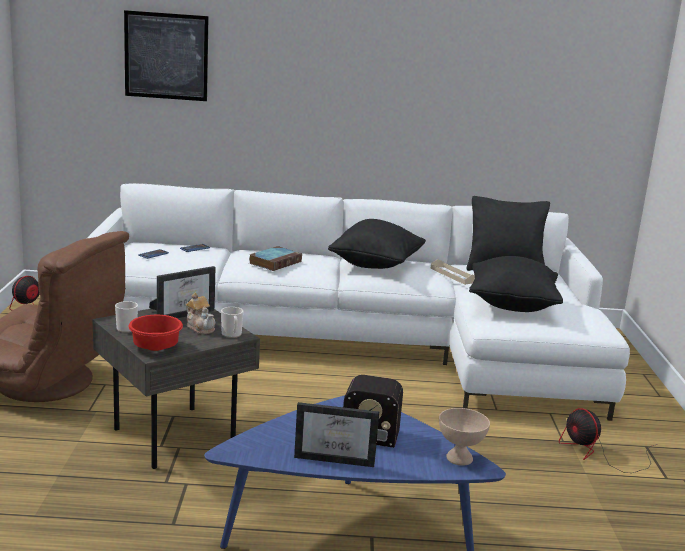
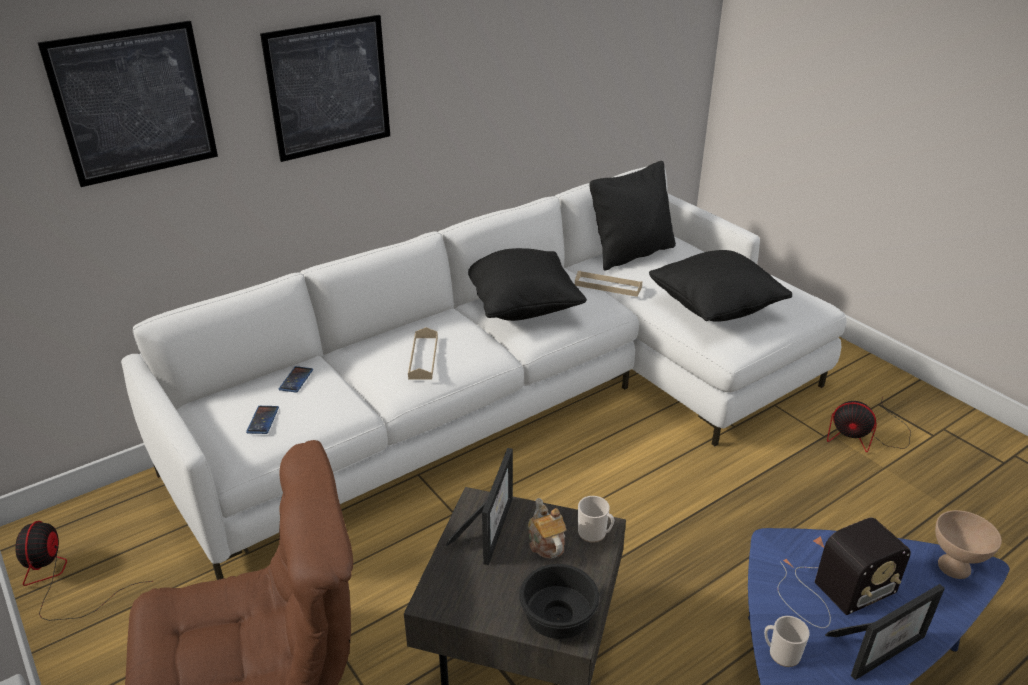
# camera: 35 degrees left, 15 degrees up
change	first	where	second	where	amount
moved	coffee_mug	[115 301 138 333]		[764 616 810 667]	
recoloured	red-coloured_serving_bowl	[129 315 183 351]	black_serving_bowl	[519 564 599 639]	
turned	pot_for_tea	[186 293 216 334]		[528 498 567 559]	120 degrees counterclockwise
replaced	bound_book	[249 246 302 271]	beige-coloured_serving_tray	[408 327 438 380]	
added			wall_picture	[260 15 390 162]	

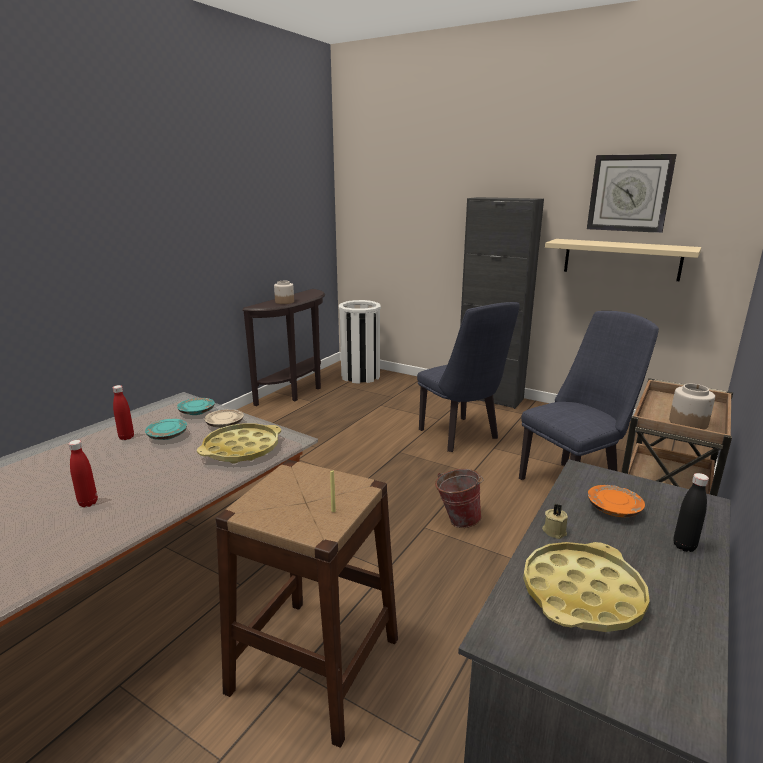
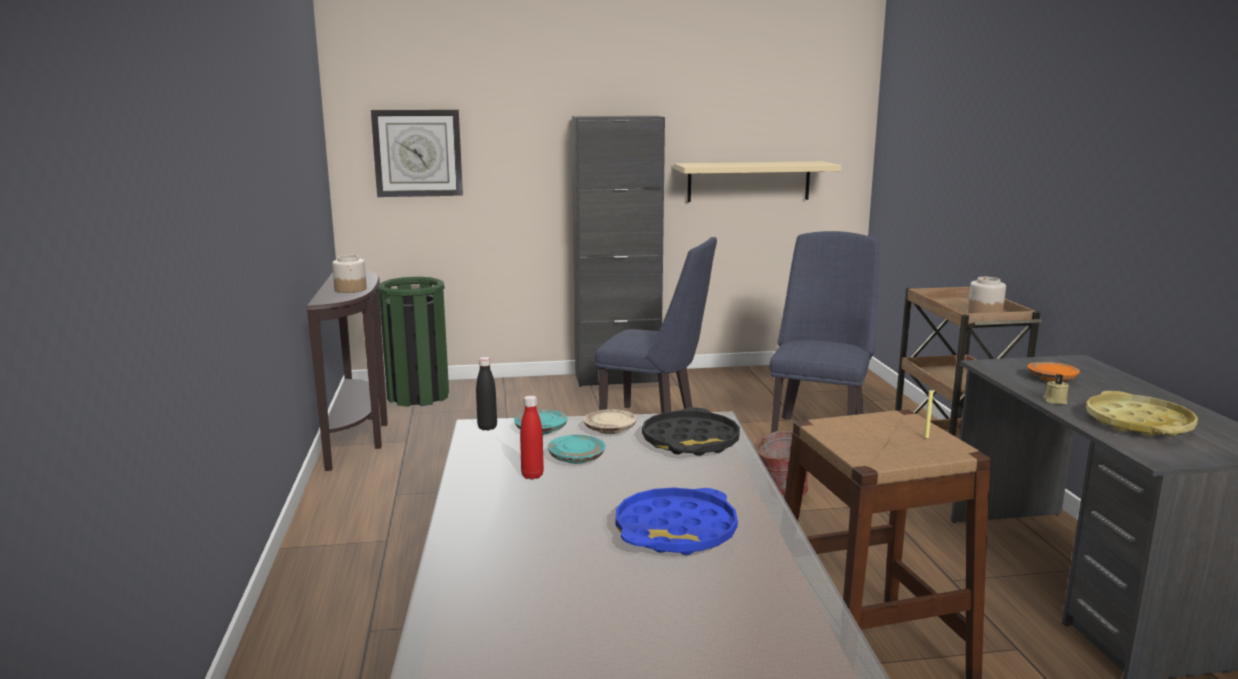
# camera: 40 degrees left, 5 degrees down
change	first	where	second	where	amount
replaced	red-coloured_drink_bottle	[69 440 98 507]	bluish_serving_tray	[616 488 738 555]	
recoloured	yellow_serving_tray	[197 423 281 464]	black_serving_tray	[642 407 740 456]	
recoloured	whitish_rubbish_bin	[339 300 381 384]	green-coloured_rubbish_bin	[379 277 449 407]	
moved	hanging_clock	[587 154 677 233]		[371 110 463 197]	
moved	black_drink_bottle	[674 473 709 552]		[476 357 497 431]	

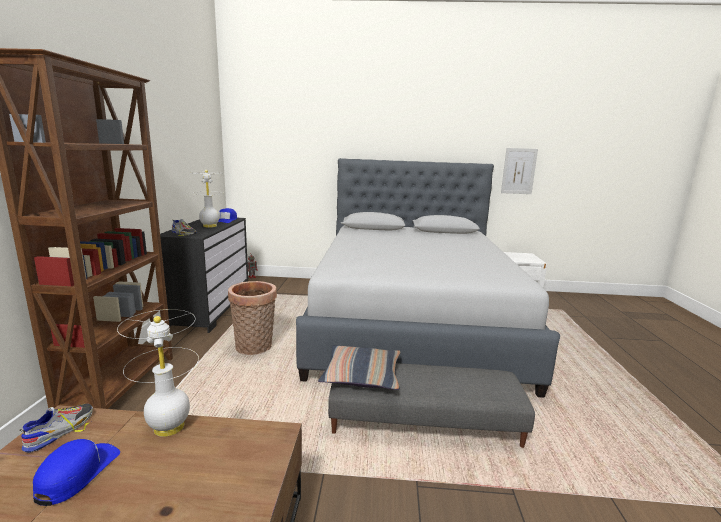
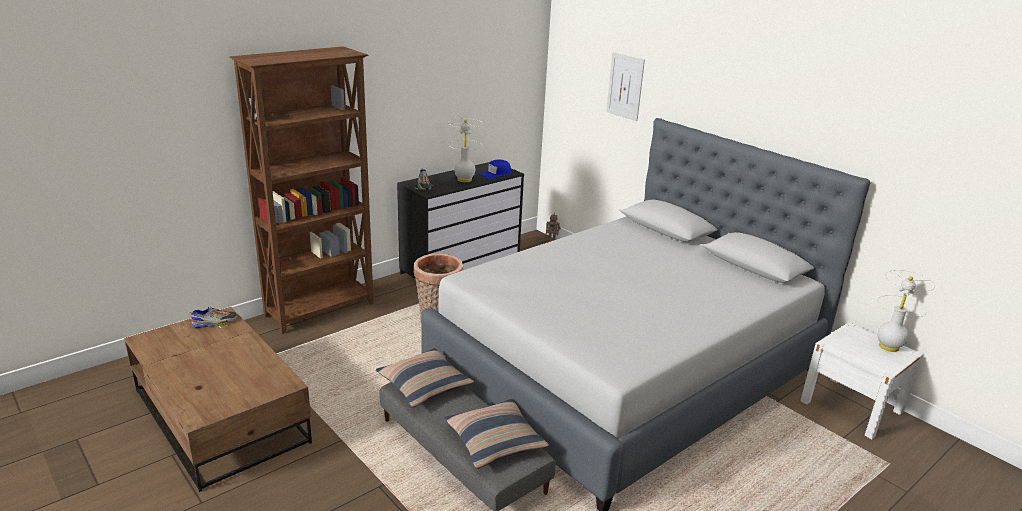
# camera: 45 degrees right, 10 degrees up
change	first	where	second	where	amount
removed	bluish_peaked_cap	[33 439 120 506]			
moved	whitish_table_lamp	[117 309 199 437]		[877 270 935 352]	
moved	wall_picture	[501 148 538 194]		[606 53 645 121]	
added			pillow	[444 399 549 469]	

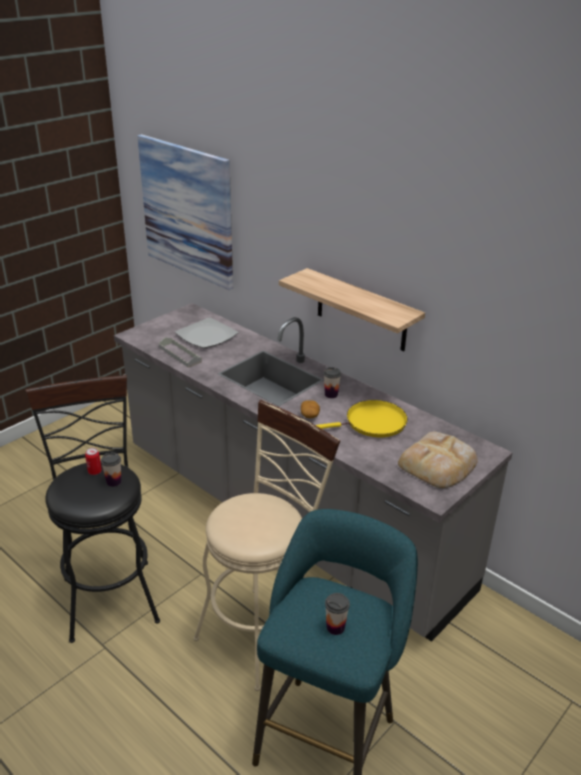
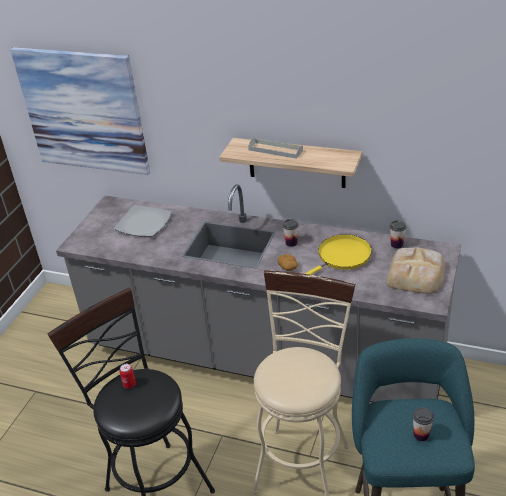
# camera: 20 degrees left, 5 degrees up
change	first	where	second	where	amount
moved	drinking_cup	[101 452 121 487]		[390 220 406 249]	
moved	grey_serving_tray	[159 337 202 368]		[248 138 303 159]	

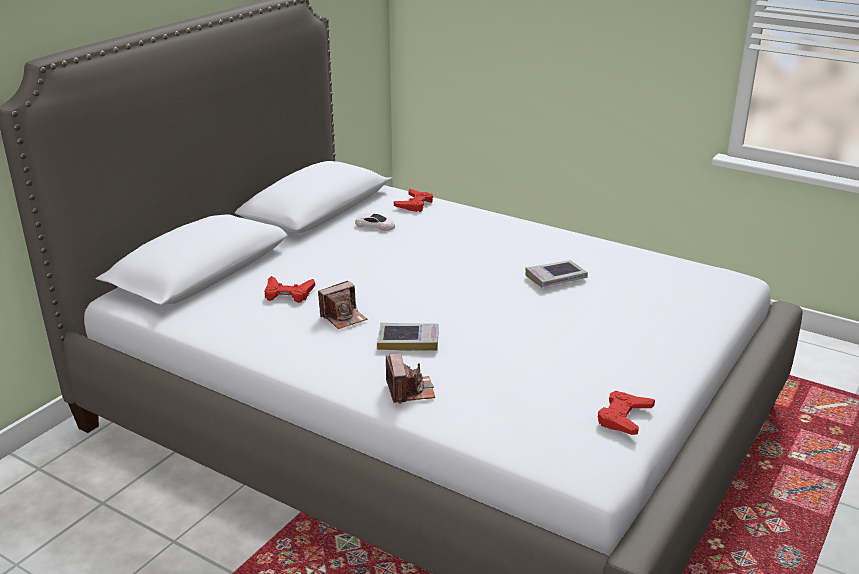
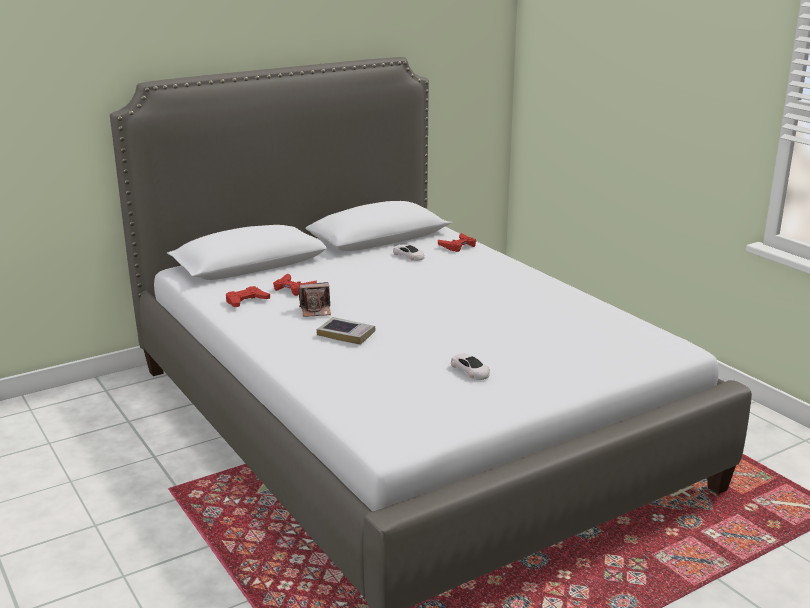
# camera: 25 degrees right, 5 degrees down
change	first	where	second	where	amount
removed	photo_camera	[386 353 435 404]			
removed	bound_book	[526 260 588 287]			
moved	red-coloured_gamepad	[598 391 655 435]		[226 286 270 307]	
added			whitish_miniature_car	[451 353 490 380]	

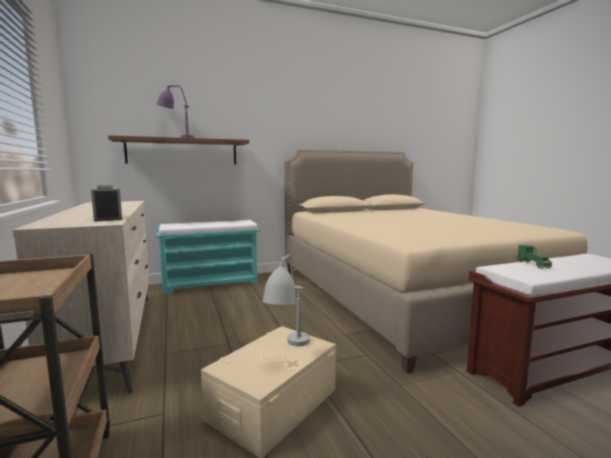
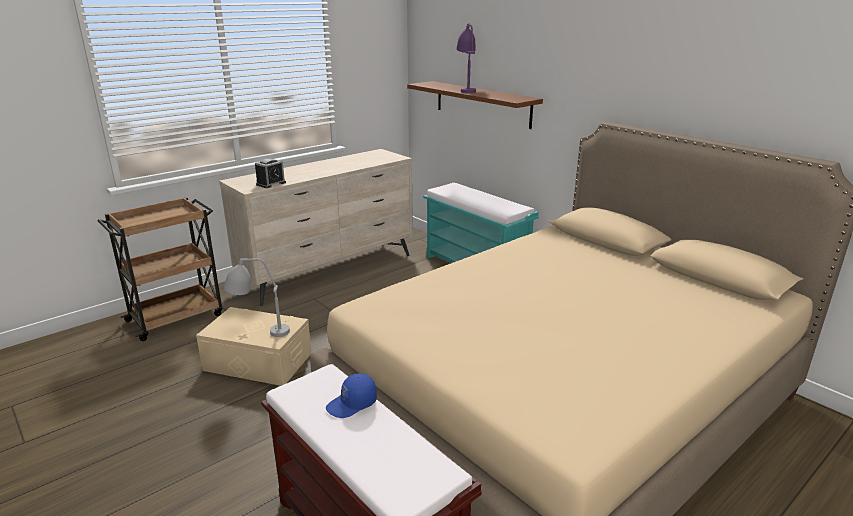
# camera: 70 degrees right, 15 degrees up
change	first	where	second	where	amount
replaced	green-coloured_miniature_car	[517 245 552 269]	bluish_peaked_cap	[326 373 377 418]	

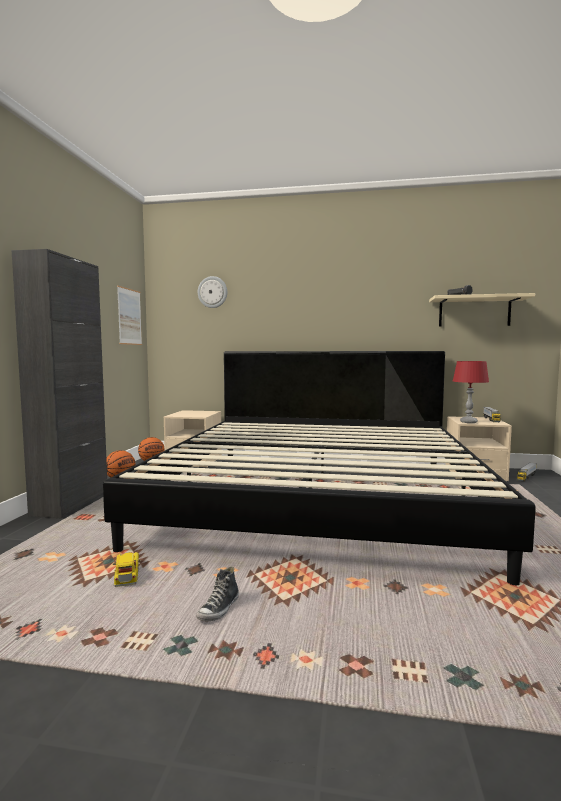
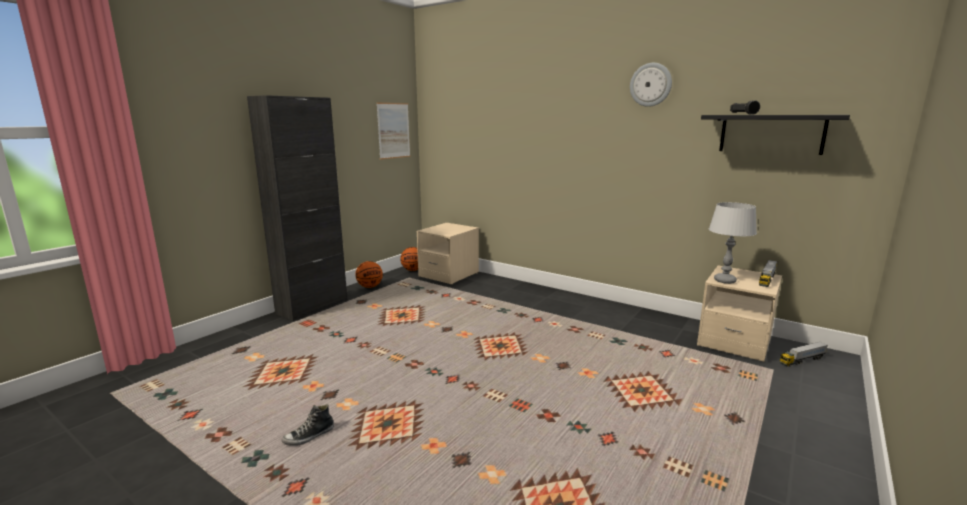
# camera: 25 degrees right, 10 degrees up
change	first	where	second	where	amount
removed	bedroom_bed	[103 351 536 585]			
removed	miniature_car	[113 552 141 587]			
moved	hanging_clock	[198 276 227 308]		[630 63 672 107]	
recoloured	beige-coloured_wall_shelf	[429 293 535 326]	black_wall_shelf	[701 115 850 155]	
recoloured	red-coloured_table_lamp	[453 361 489 423]	grey_table_lamp	[709 202 757 284]	

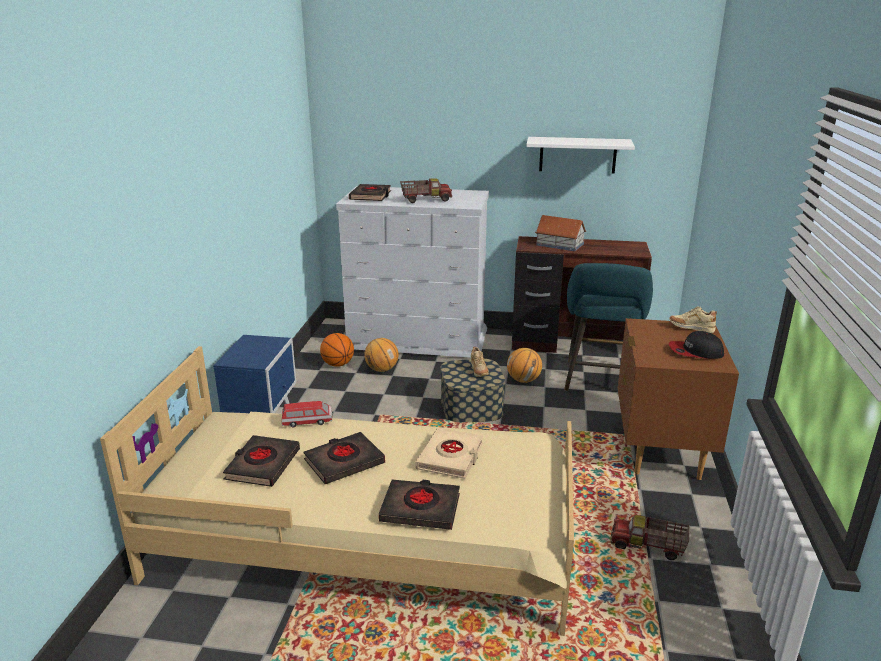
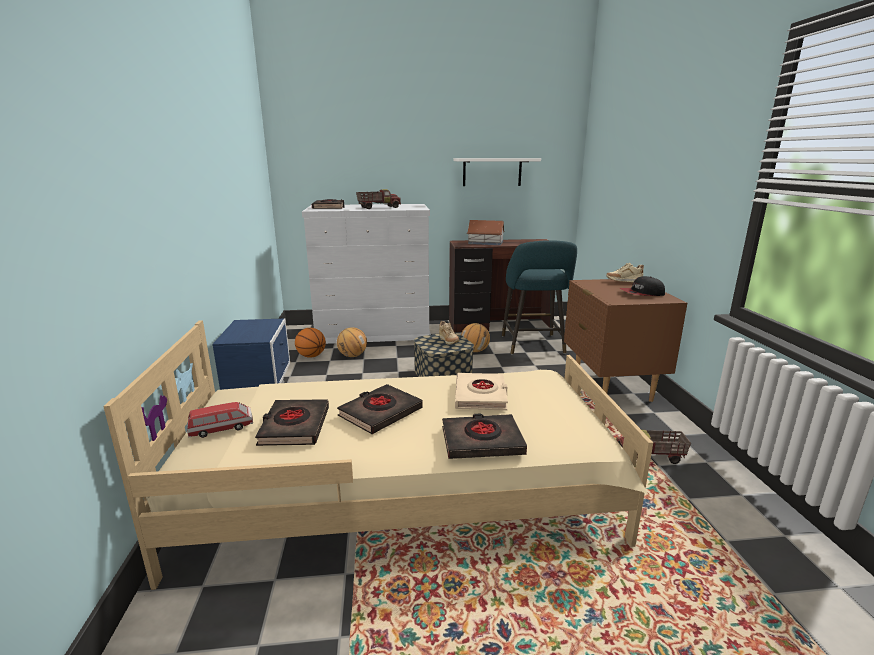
# camera: 15 degrees left, 5 degrees down
change	first	where	second	where	amount
moved	miniature_car	[282 401 332 428]		[187 402 253 438]	

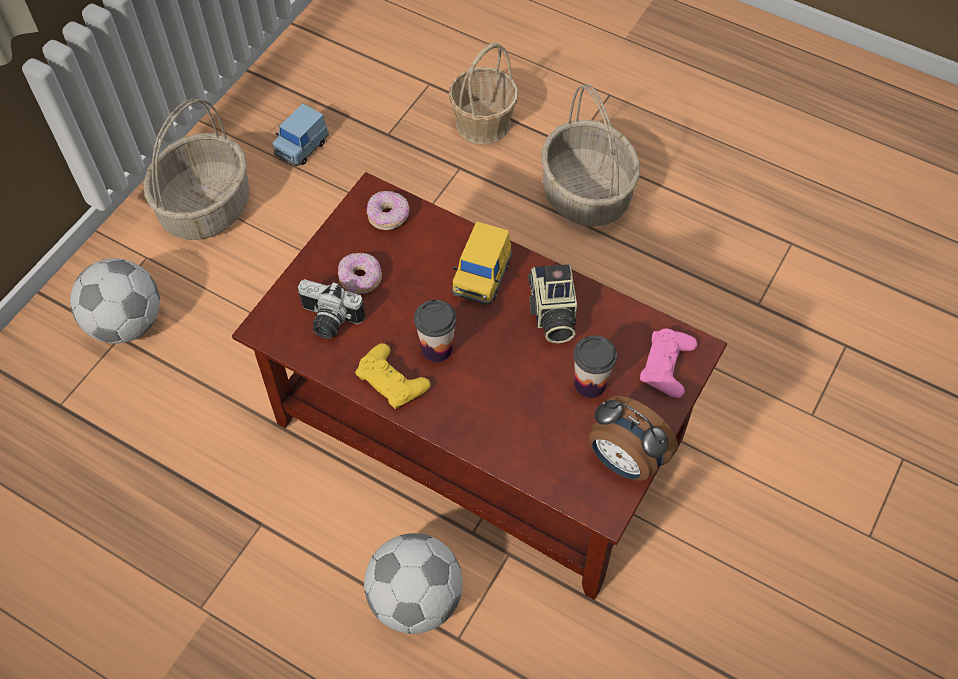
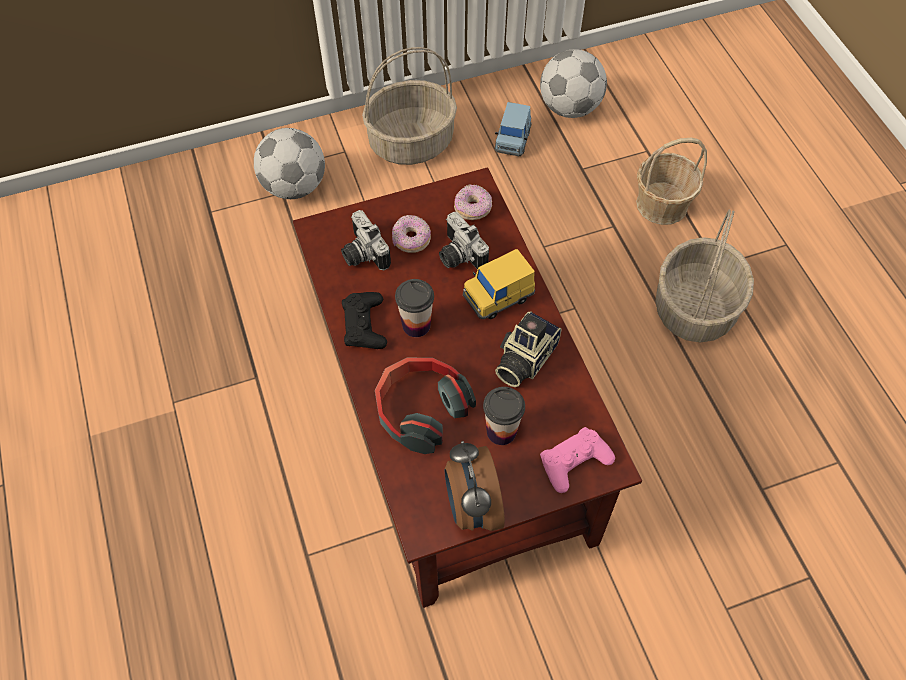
# camera: 40 degrees right, 0 degrees up
change	first	where	second	where	amount
turned	bluish_miniature_car	[273 104 329 166]		[495 102 532 156]	60 degrees counterclockwise
recoloured	yellow_gamepad	[355 343 431 409]	black_gamepad	[342 292 387 349]	
moved	ball_for_football	[364 533 463 634]		[540 49 607 118]	
added			pair_of_headphones	[375 357 476 454]	
added			photo_camera	[439 212 489 270]	

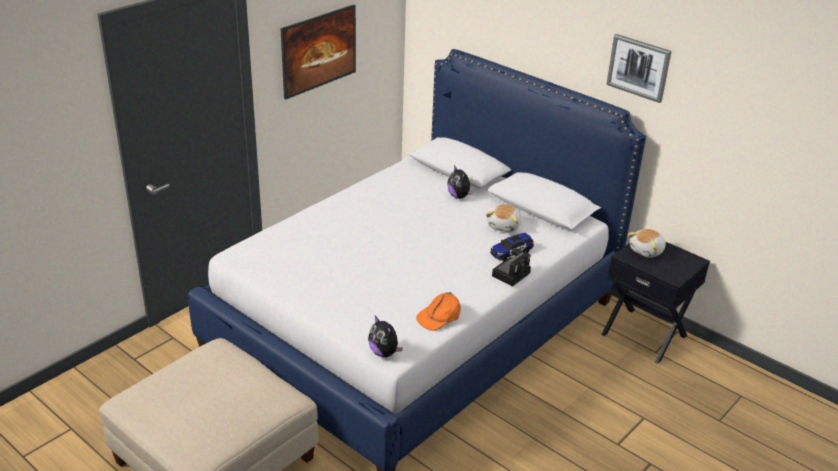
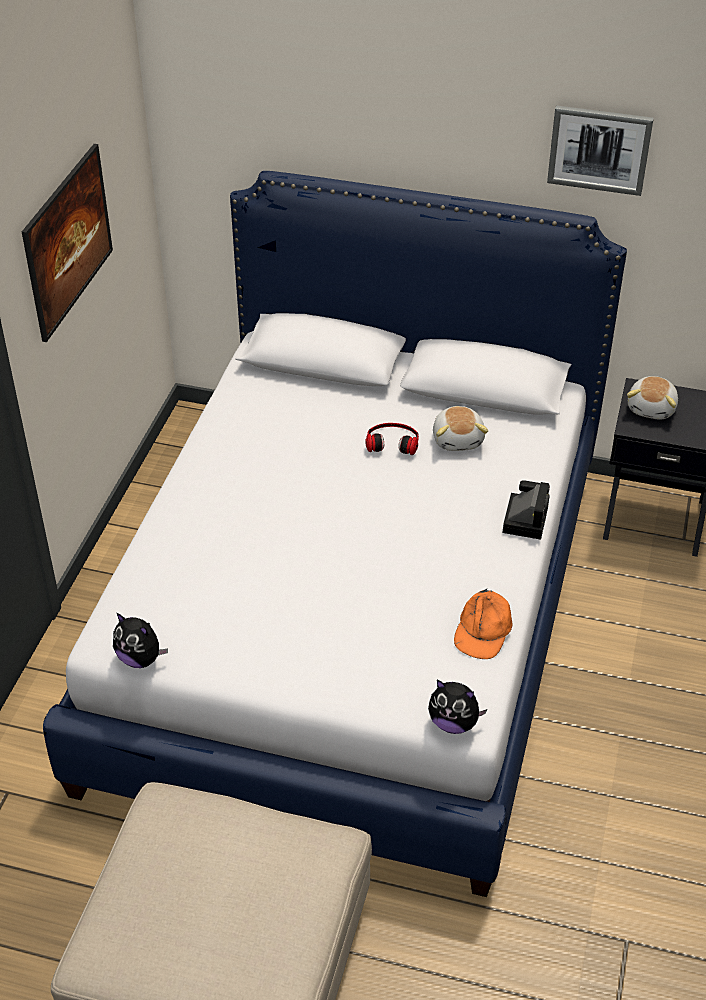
# camera: 25 degrees left, 10 degrees up
change	first	where	second	where	amount
moved	cuddly_toy	[447 165 473 199]		[113 612 168 668]	
removed	miniature_car	[490 233 534 261]			
added			pair_of_headphones	[365 423 419 455]	

